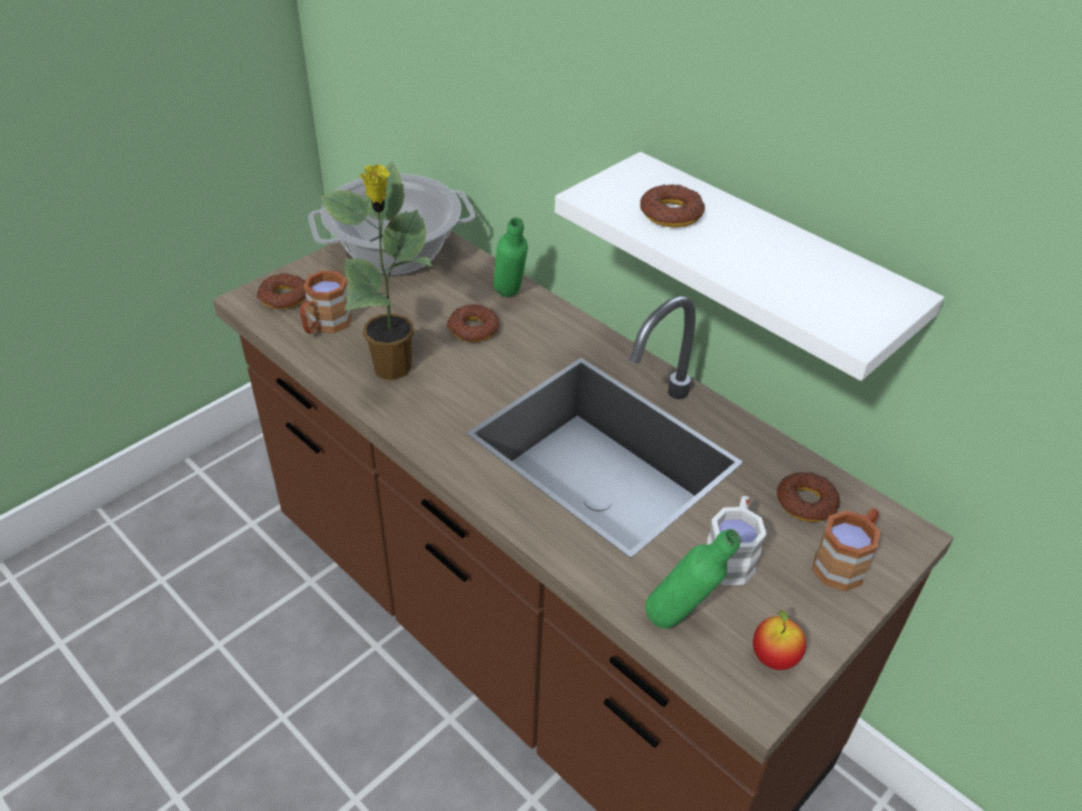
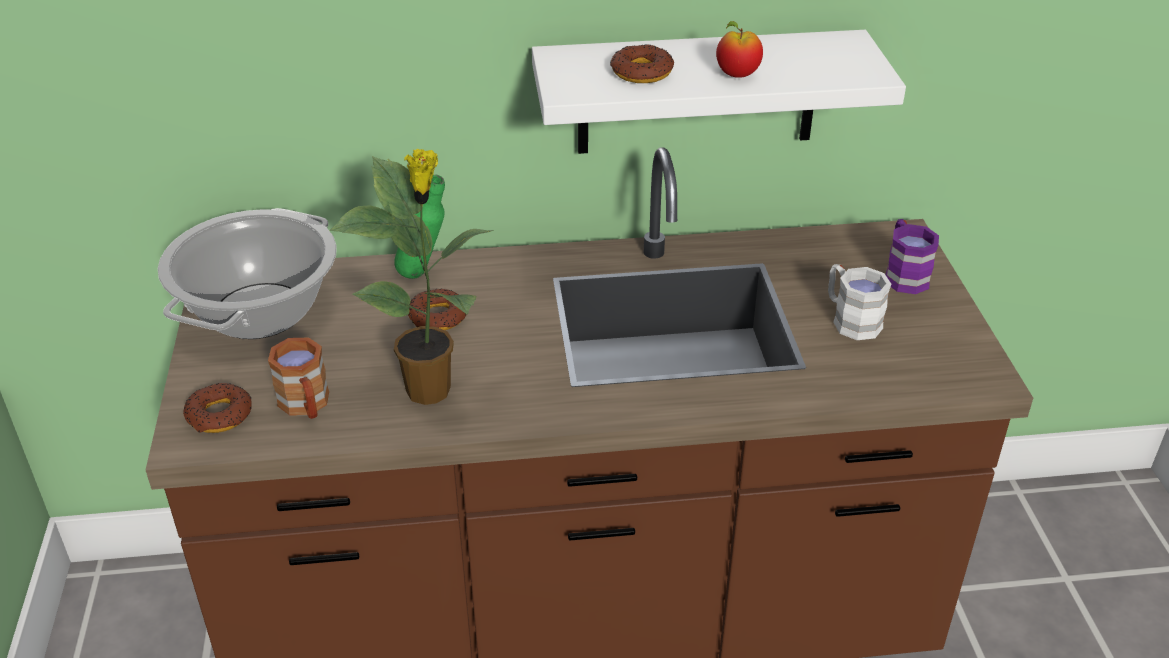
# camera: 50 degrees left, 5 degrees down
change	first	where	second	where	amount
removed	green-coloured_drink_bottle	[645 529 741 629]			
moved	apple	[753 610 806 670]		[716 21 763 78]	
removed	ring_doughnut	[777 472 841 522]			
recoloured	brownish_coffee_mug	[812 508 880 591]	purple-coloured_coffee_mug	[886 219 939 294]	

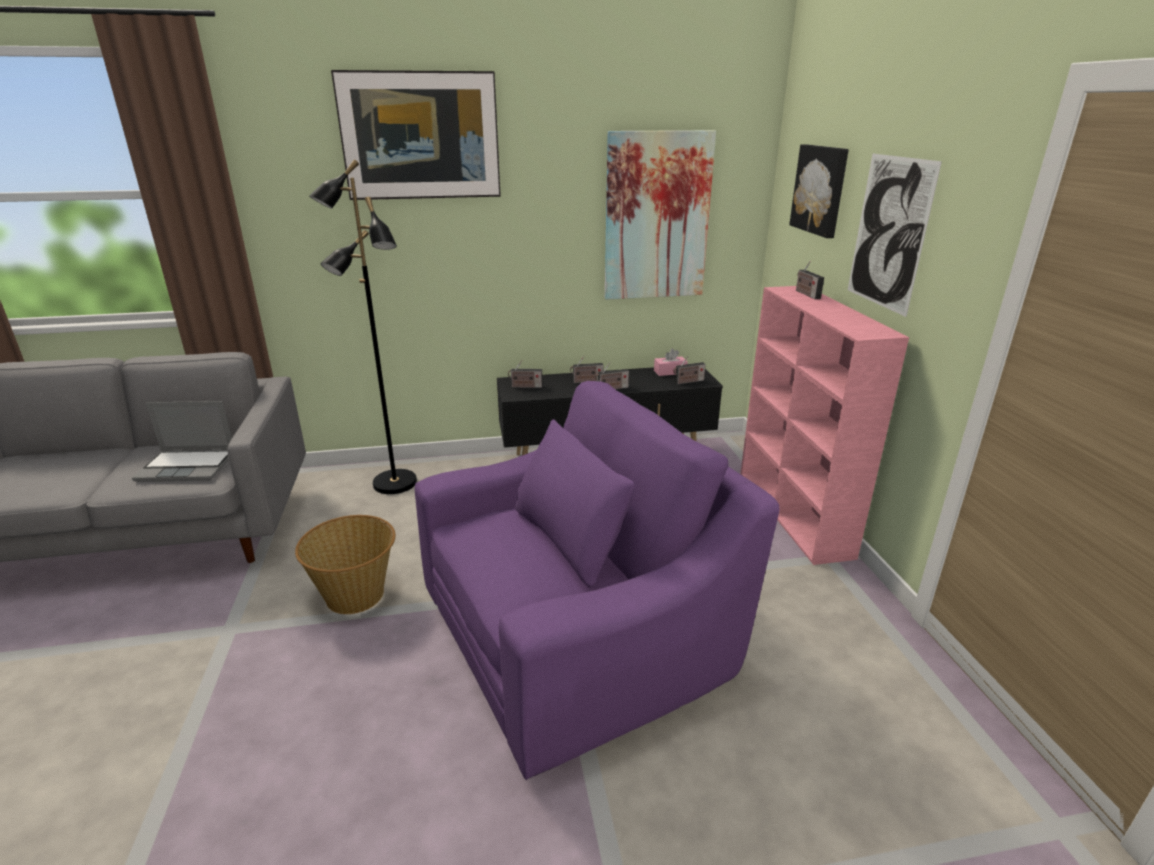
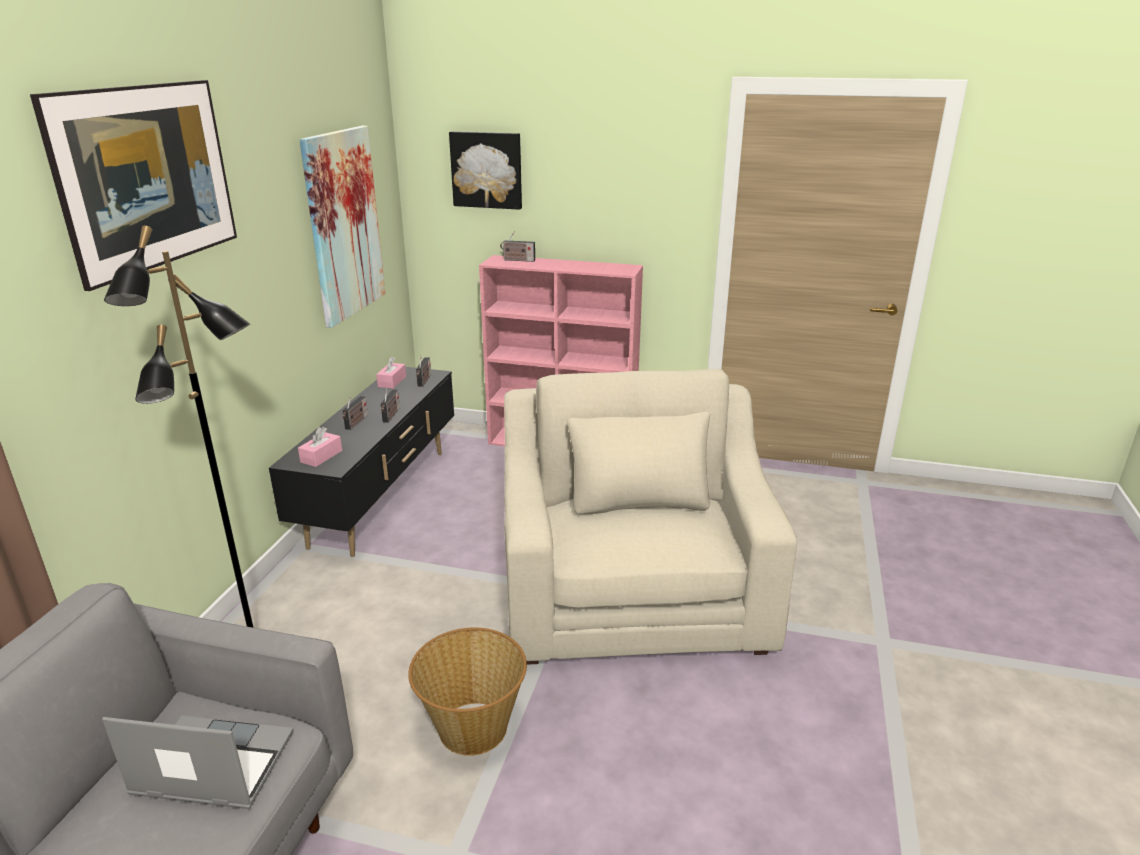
# camera: 65 degrees left, 0 degrees up
change	first	where	second	where	amount
turned	portable_computer	[132 401 232 482]		[102 716 294 809]	105 degrees counterclockwise
recoloured	purple-coloured_lounge_chair	[415 381 780 780]	beige-coloured_lounge_chair	[504 369 797 665]	
replaced	radio_set	[508 360 543 388]	pink-coloured_tissue_box	[298 427 342 467]	
removed	wall_picture	[848 154 942 317]			

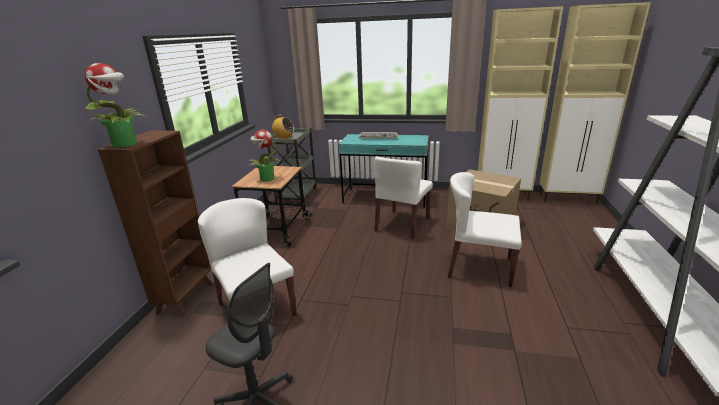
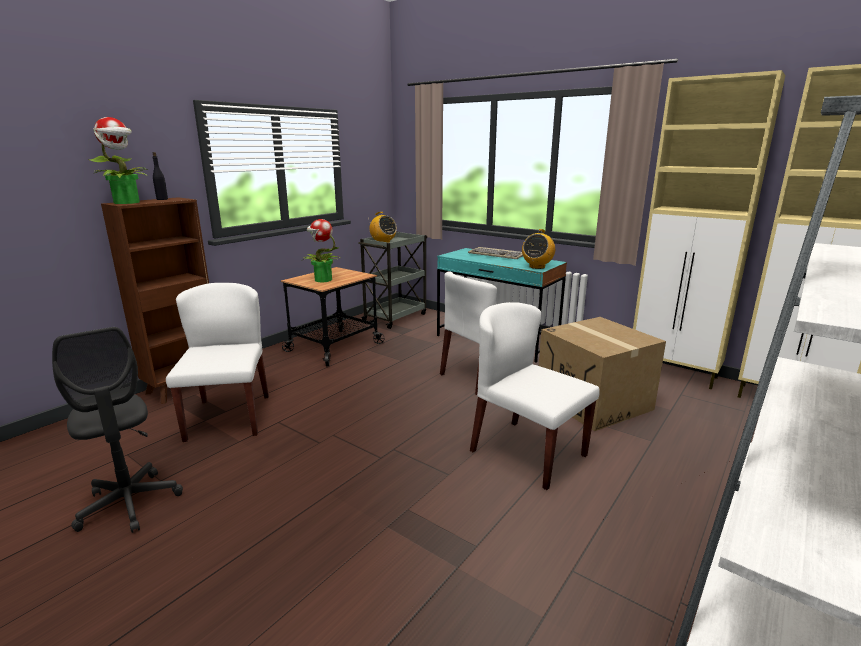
# camera: 25 degrees right, 5 degrees down
change	first	where	second	where	amount
added			black_drink_bottle	[152 152 168 200]	
added			radio_set	[522 229 555 269]	

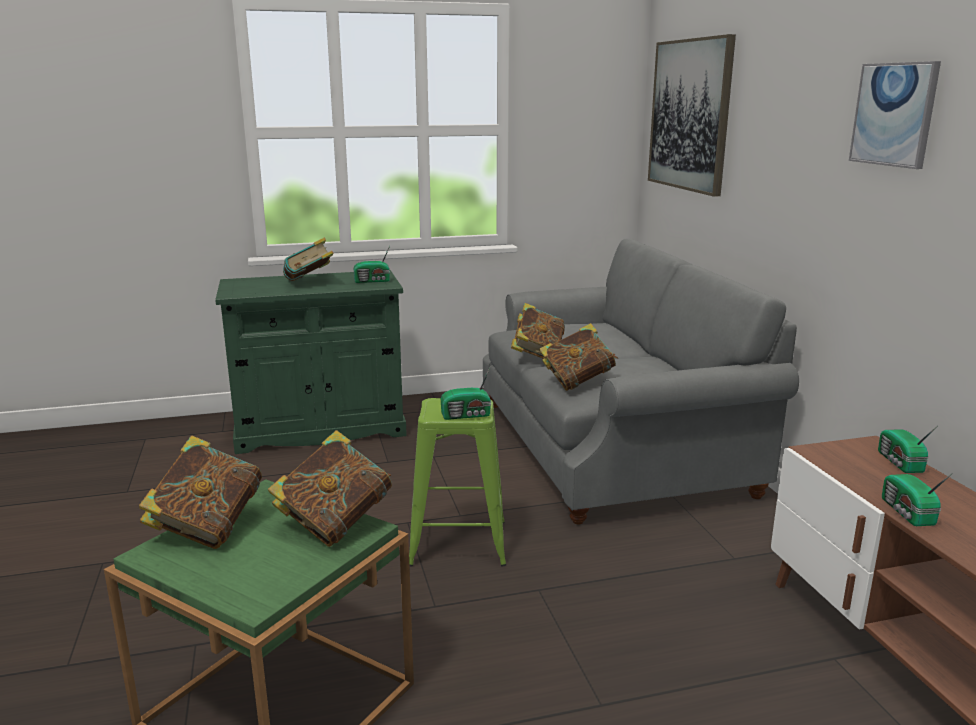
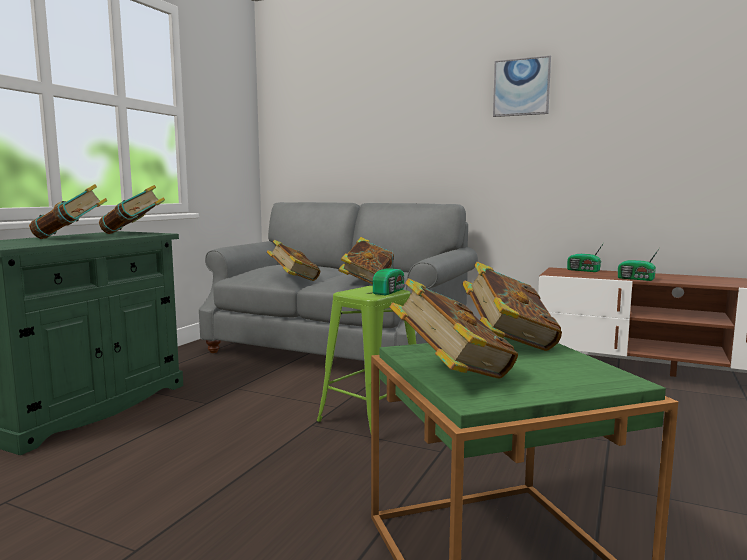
# camera: 50 degrees left, 10 degrees down
change	first	where	second	where	amount
replaced	radio_set	[353 246 390 283]	bound_book	[99 185 165 234]	
removed	wall_picture	[648 34 736 197]			

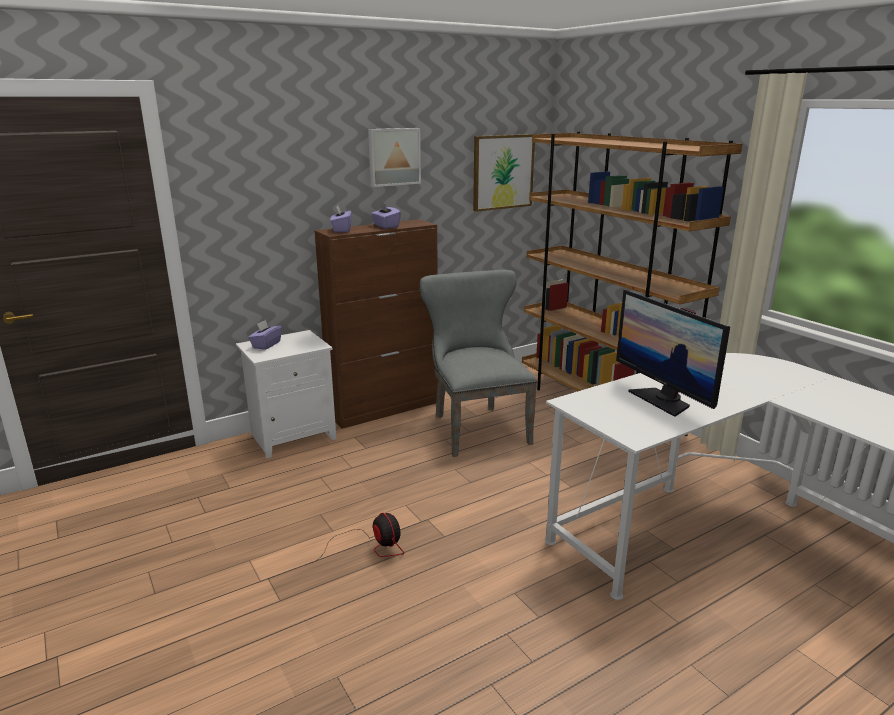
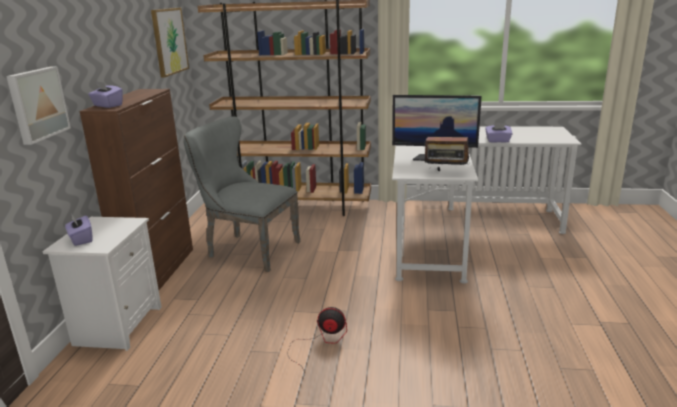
# camera: 50 degrees left, 0 degrees up
change	first	where	second	where	amount
moved	wall_picture	[368 128 421 187]		[6 66 71 145]	
moved	purple-coloured_tissue_box	[371 203 401 229]		[485 123 513 142]	
added			radio_set	[424 129 470 171]	

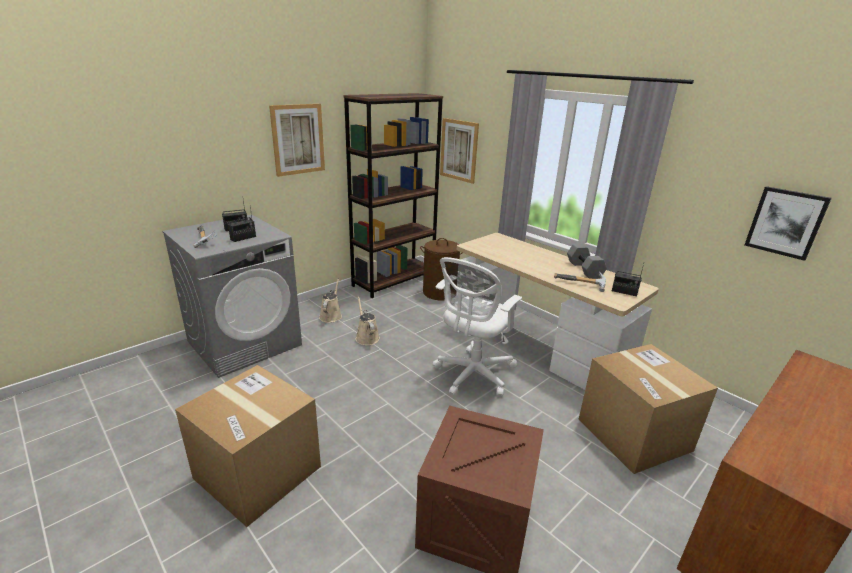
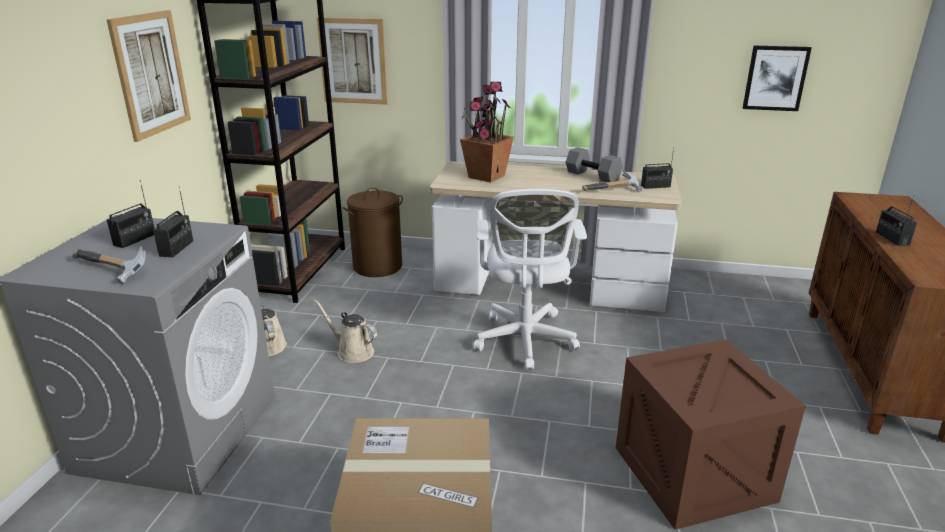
# camera: 35 degrees left, 0 degrees up
change	first	where	second	where	amount
removed	packing_box	[578 344 718 474]			
added			potted_plant	[460 82 514 183]	
added			radio_set	[876 196 917 246]	

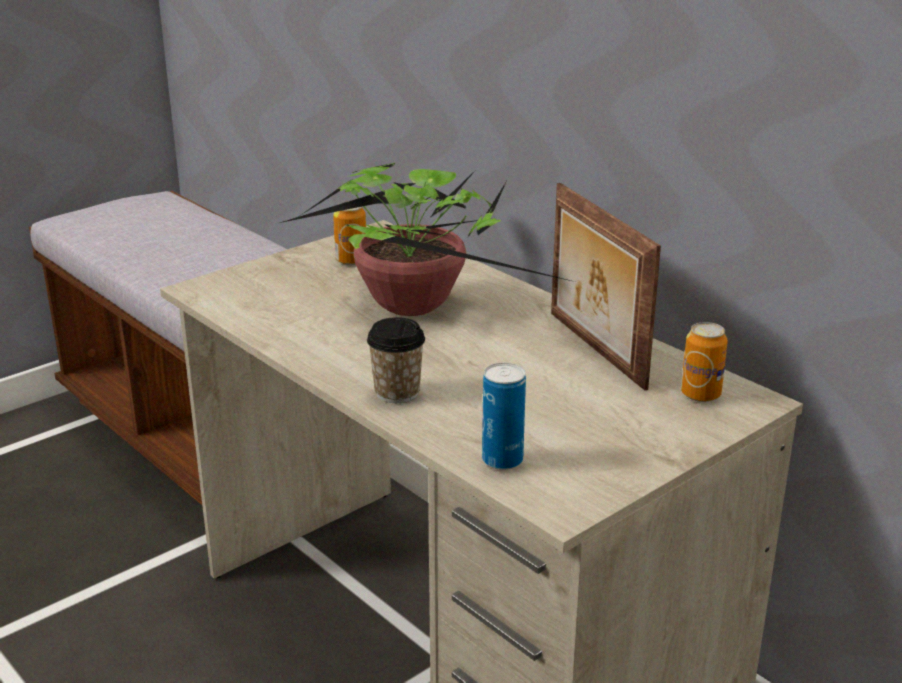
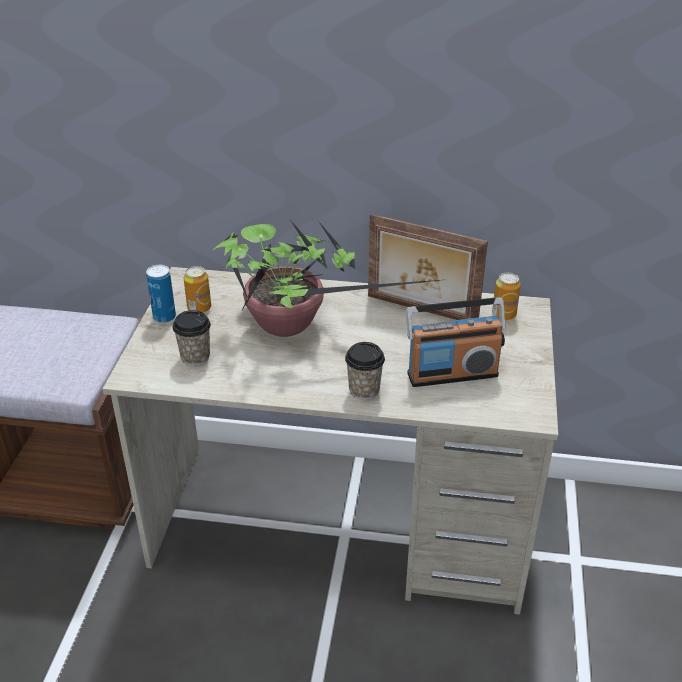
# camera: 40 degrees left, 10 degrees up
change	first	where	second	where	amount
moved	can	[482 363 526 470]		[146 265 176 323]	
added			drinking_cup	[173 310 211 366]	
added			radio_set	[406 297 506 387]	

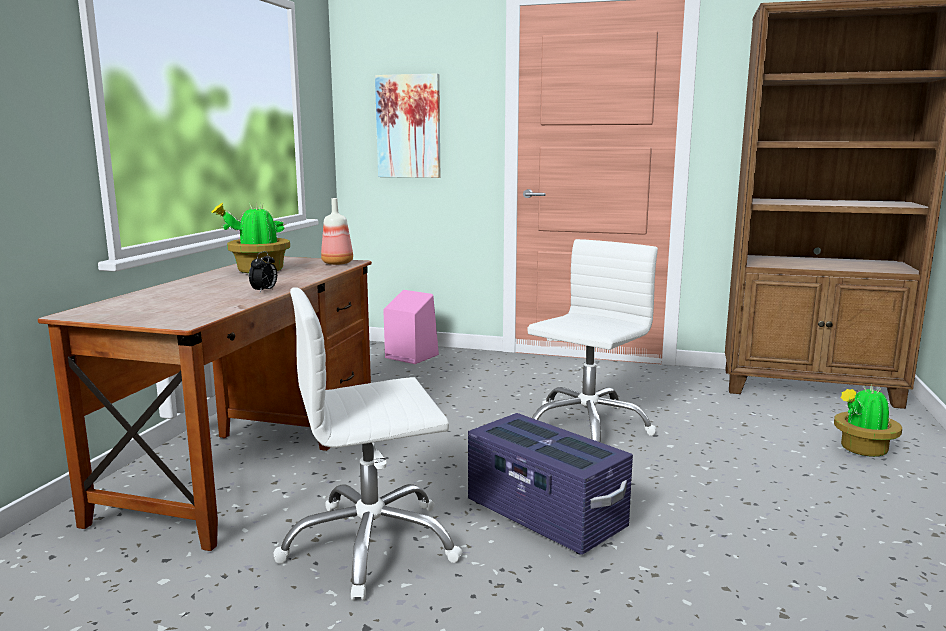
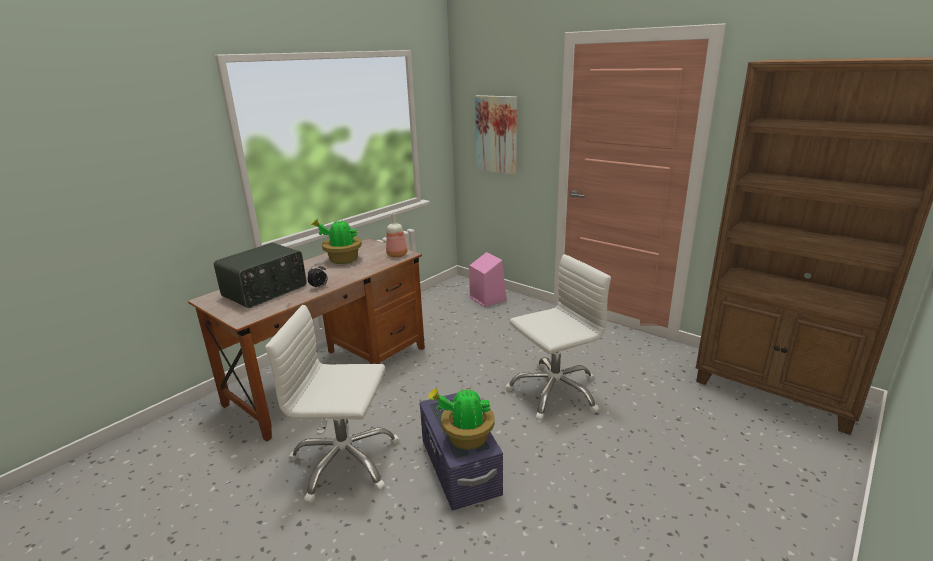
# camera: 25 degrees right, 10 degrees up
change	first	where	second	where	amount
moved	potted_plant	[834 386 902 457]		[428 385 495 450]	
added			radio_set	[214 243 307 308]	

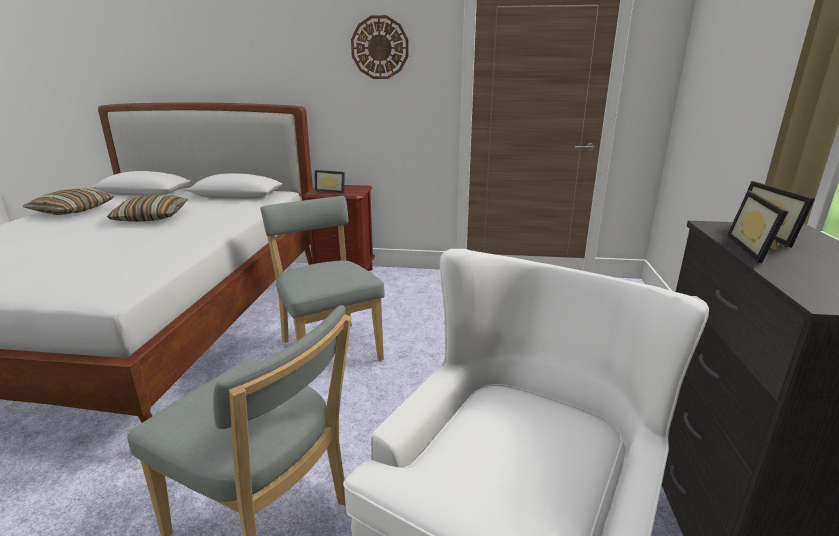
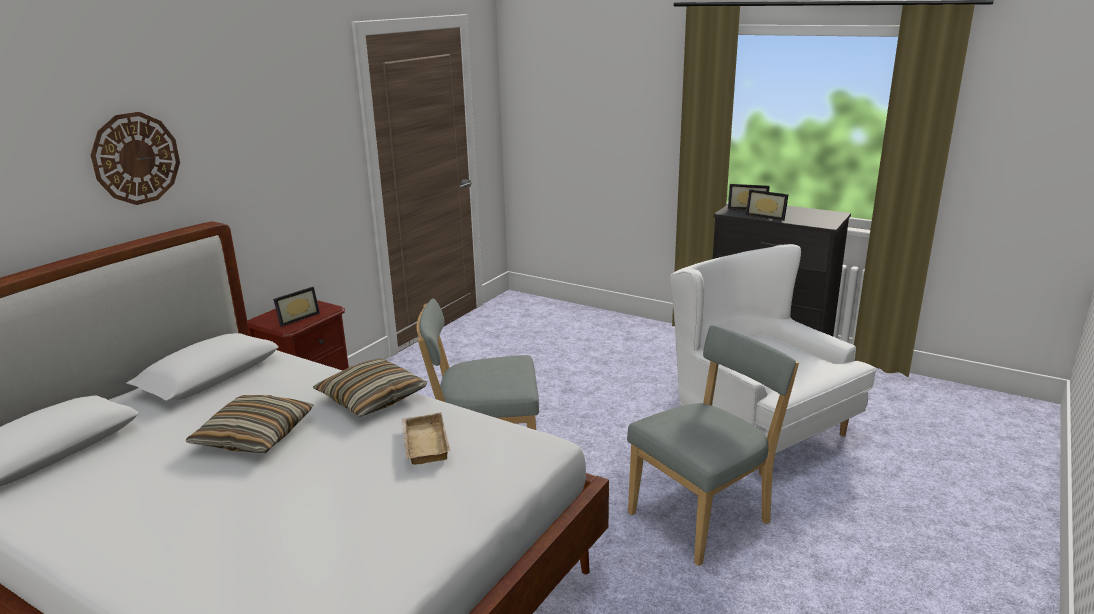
# camera: 65 degrees left, 0 degrees up
change	first	where	second	where	amount
moved	pillow	[23 188 114 215]		[313 359 427 417]	
moved	hanging_clock	[351 15 408 79]		[91 112 180 205]	
added			beige-coloured_serving_tray	[401 413 450 465]	

